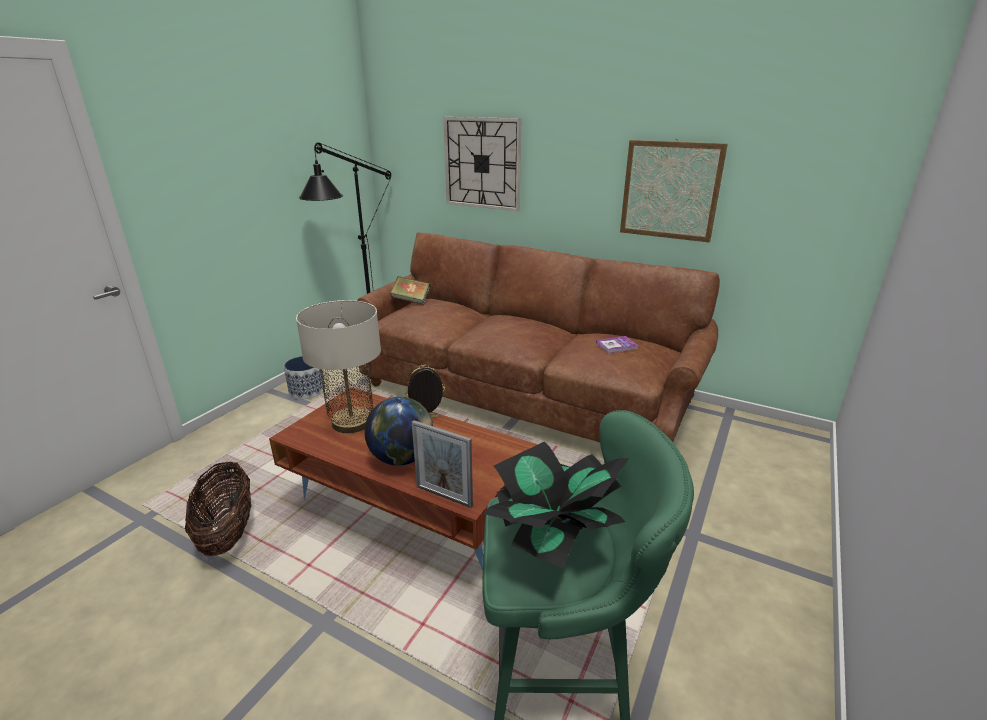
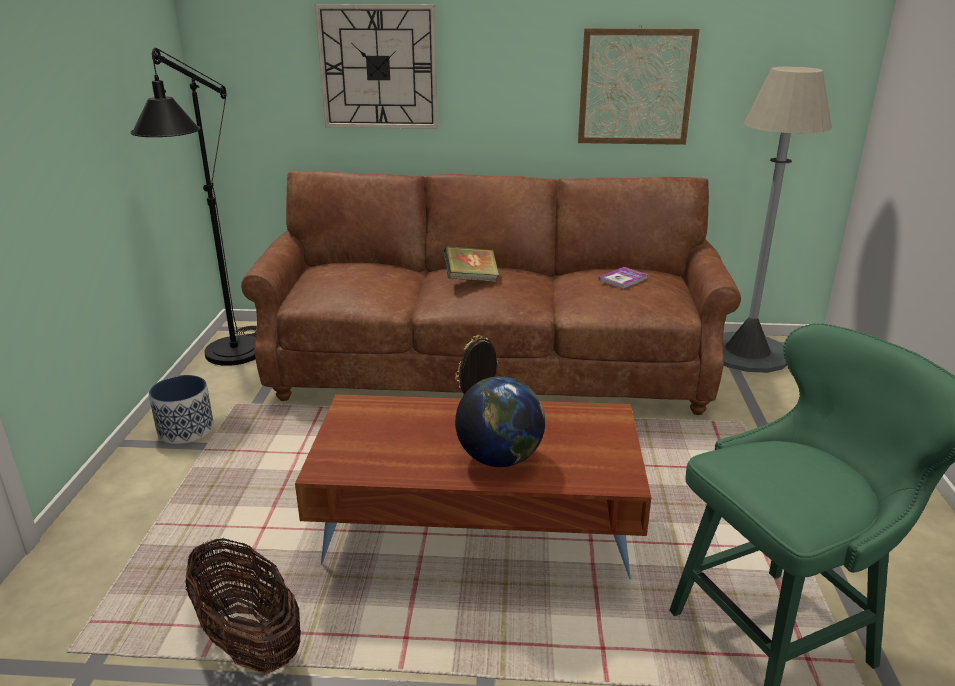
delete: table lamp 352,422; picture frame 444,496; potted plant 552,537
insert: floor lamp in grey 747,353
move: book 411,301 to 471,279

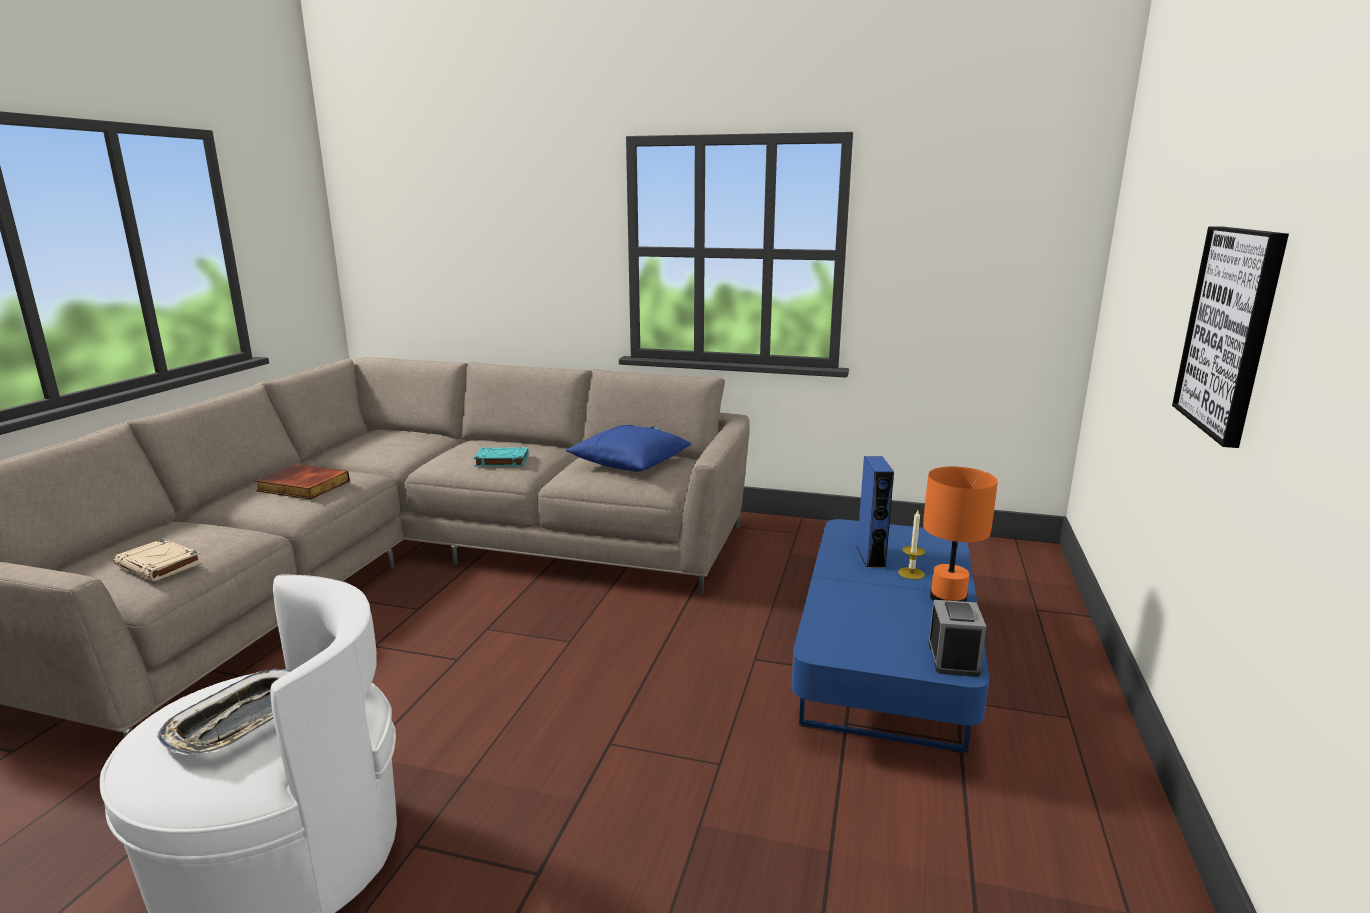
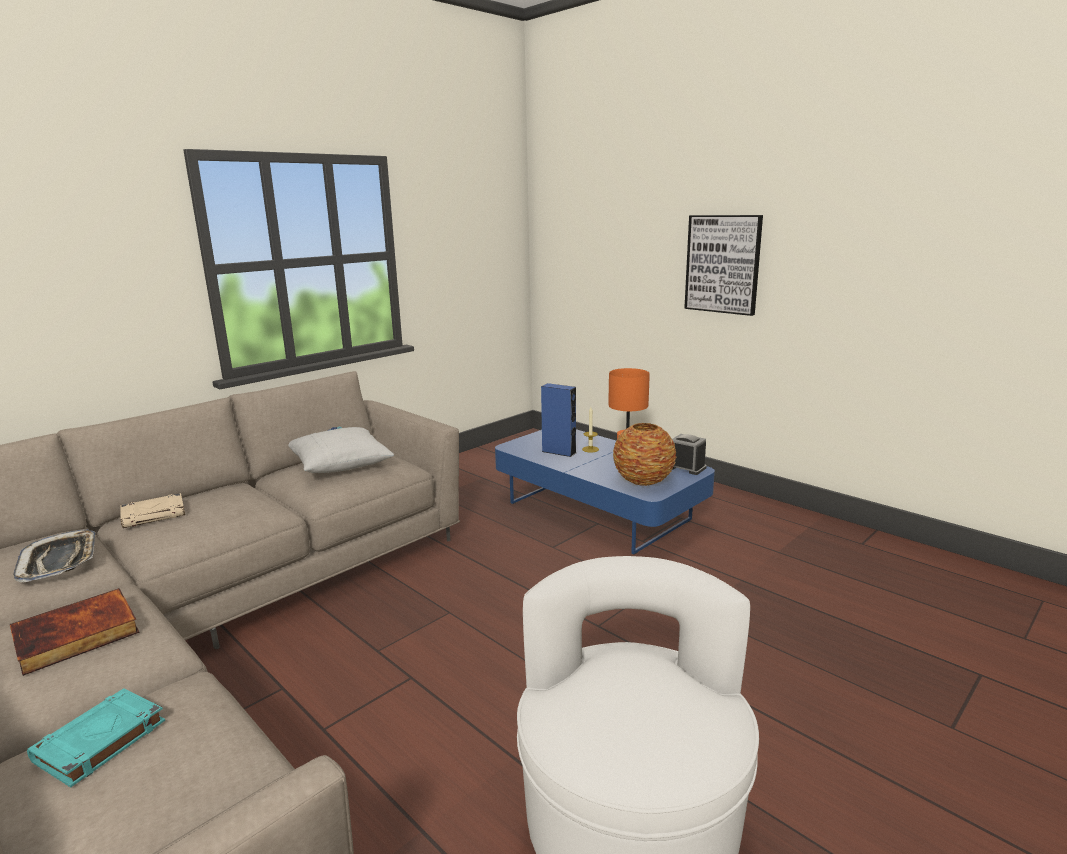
insert: vase 644,481
move: book in beige 160,565 to 154,515; tray 243,721 to 60,561; book in turquoise 501,461 to 99,742
recolor: pillow in blue 630,464 to pillow in grey 341,465

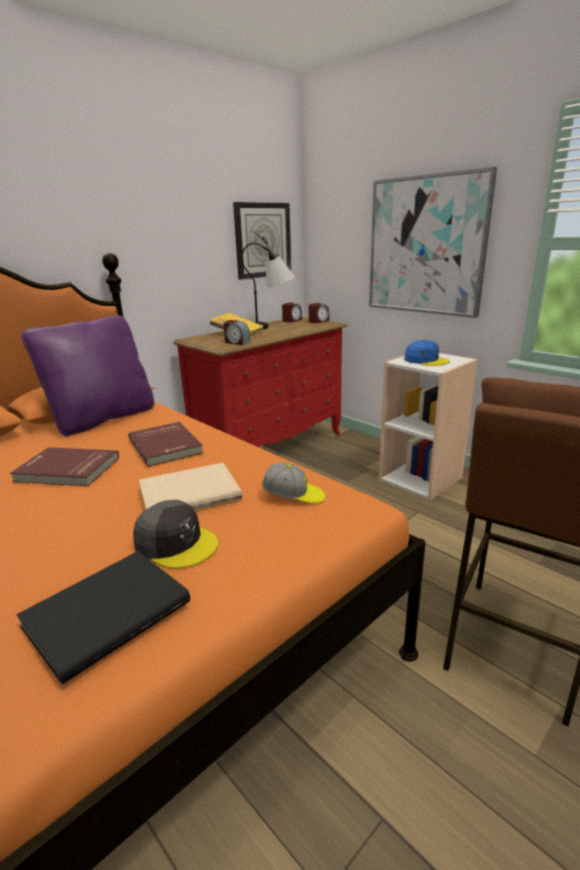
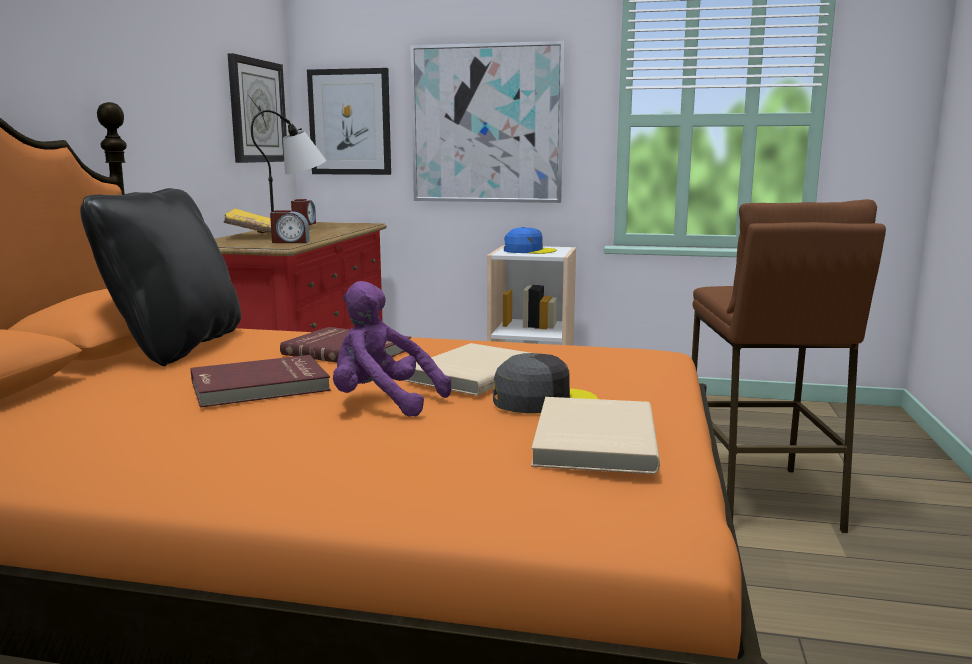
delete: cap 294,496; alarm clock 318,321
insert: picture 350,122; plush toy in purple 383,402
recolor: book in black 106,613 to book in beige 592,440; pillow in purple 103,418 to pillow in black 176,347

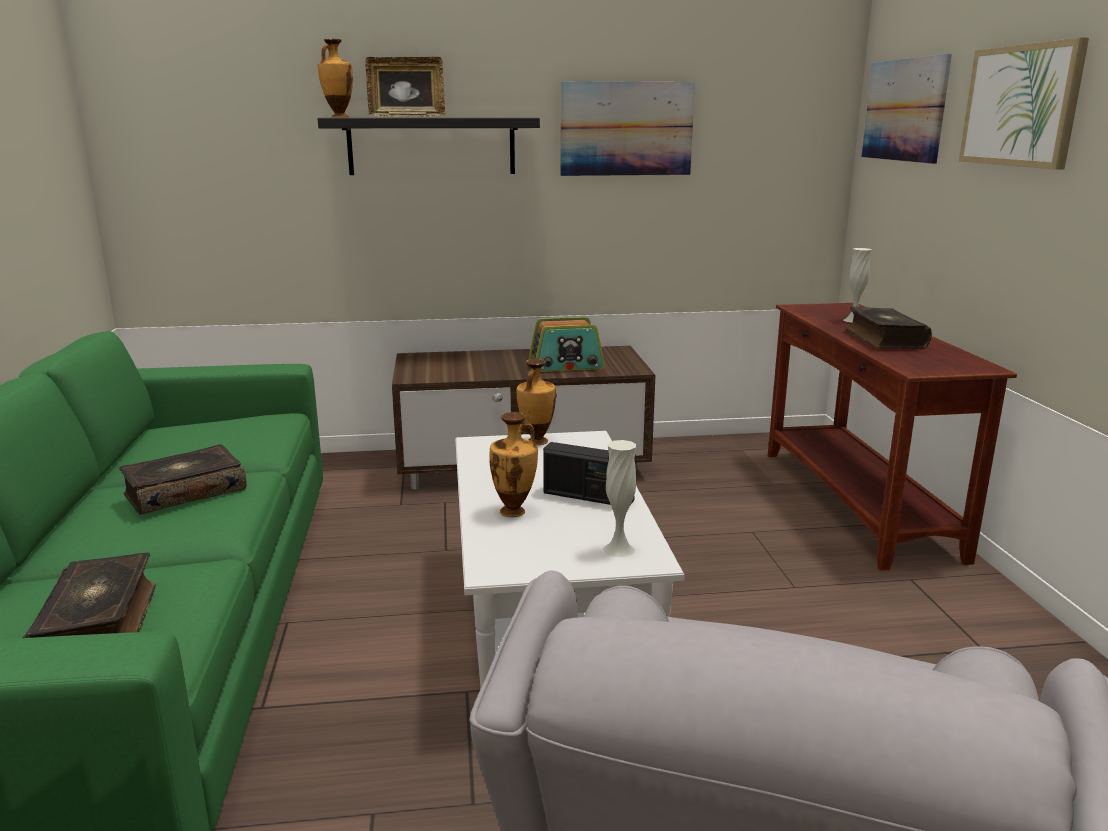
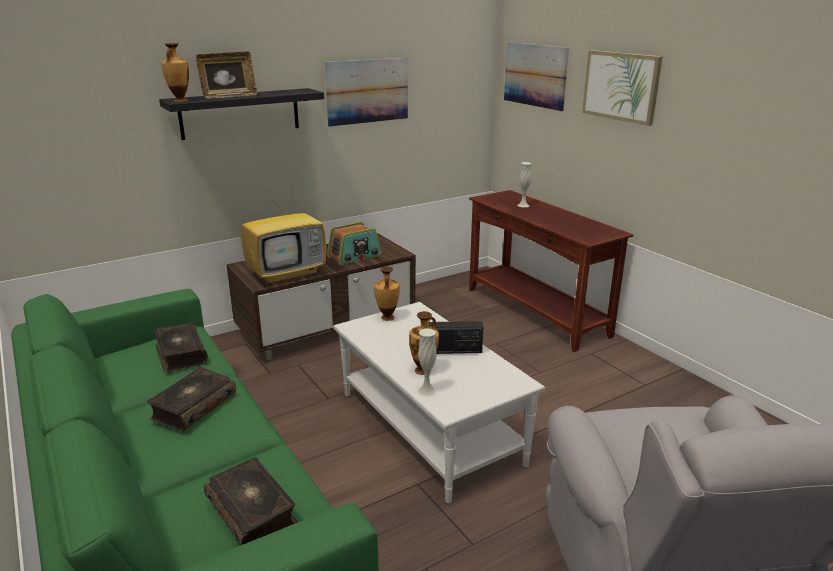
insert: television 288,274
move: vase in white 619,549 to 426,391; book 884,339 to 180,355

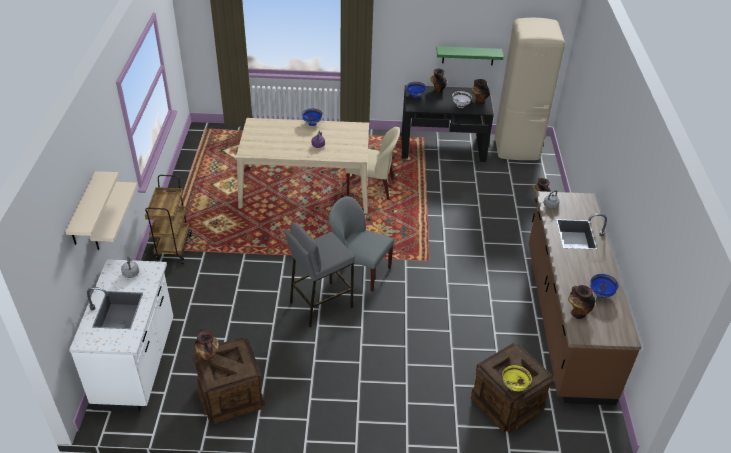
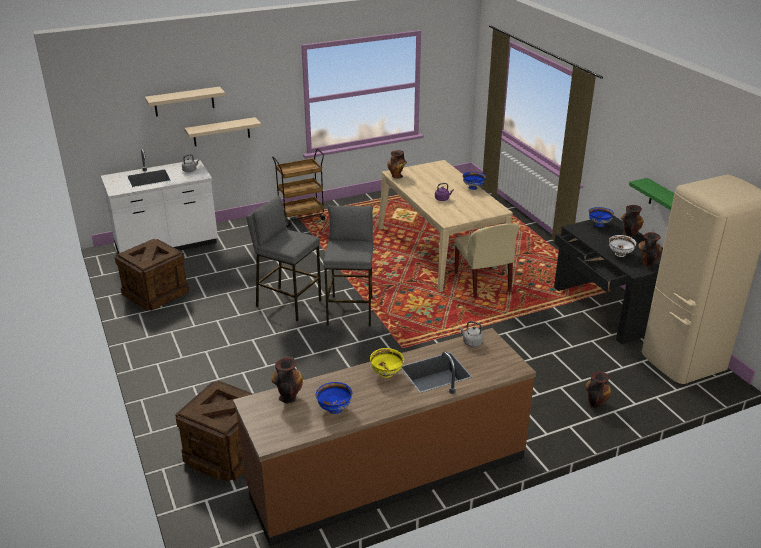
move: vase 208,357 to 397,176; bowl in yellow 514,386 to 387,374
replace: chair in grey 359,270 to stool in grey 351,311

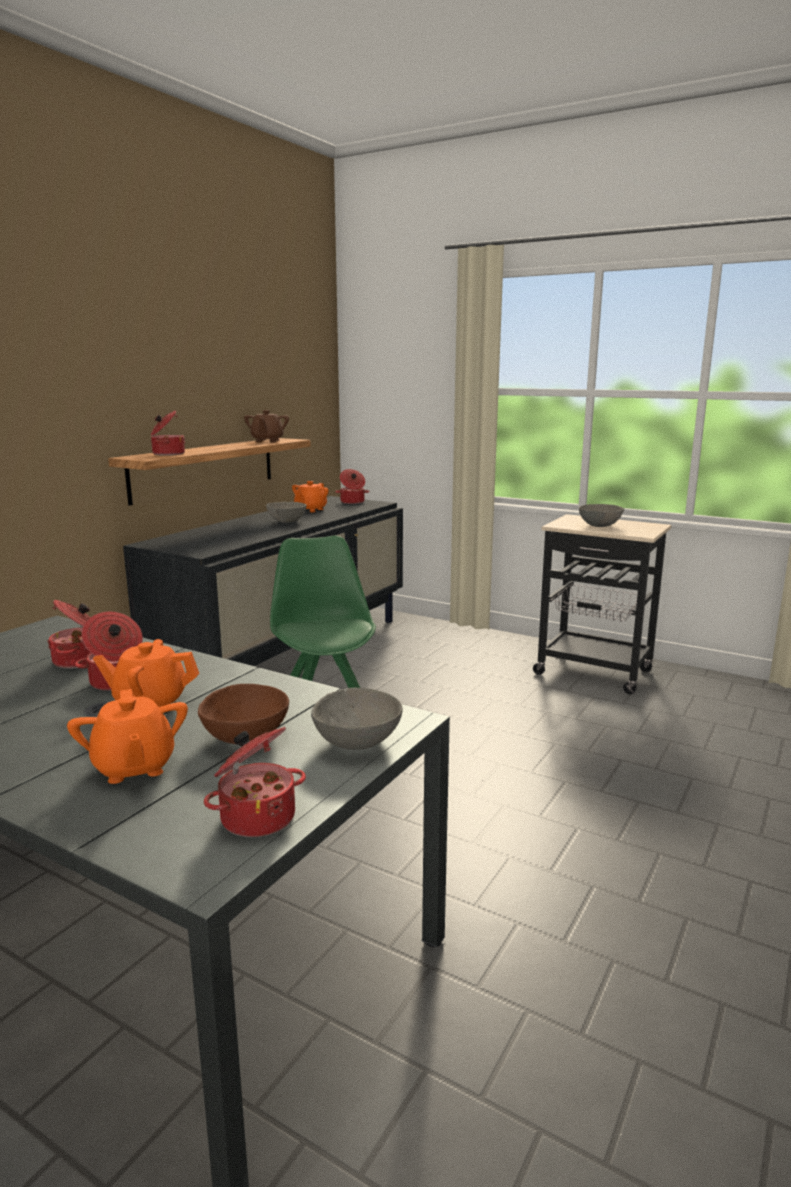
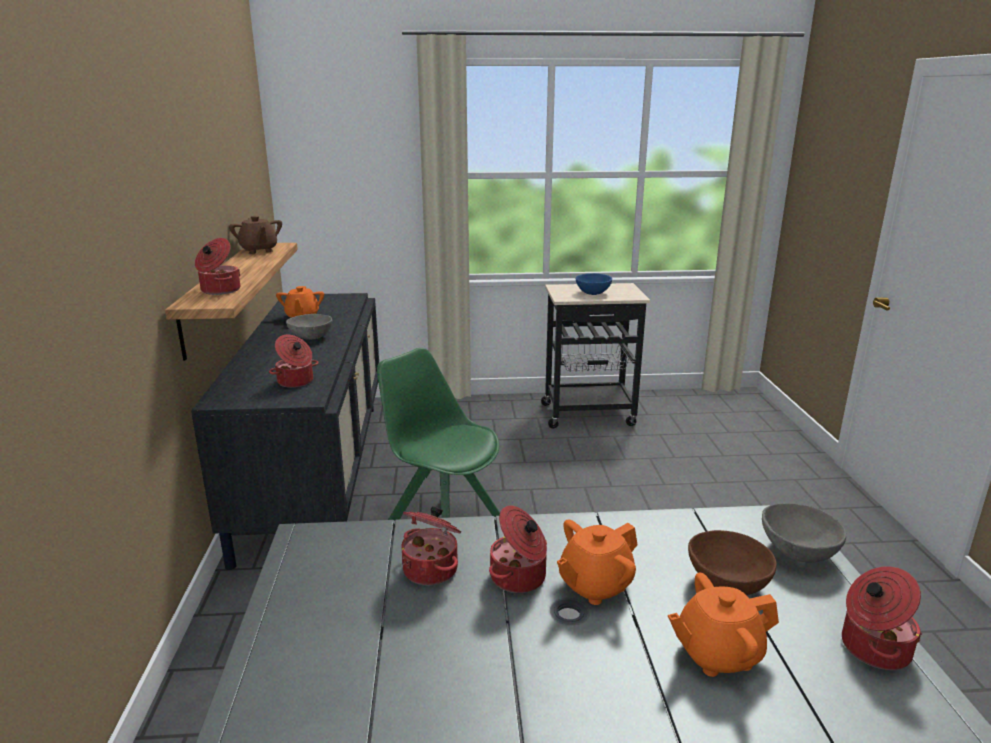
move: cooking pot 352,502 to 296,382
recolor: bowl in grey 600,526 to bowl in blue 593,293
rotate: teapot in orange 134,767 = 717,654 135 degrees clockwise

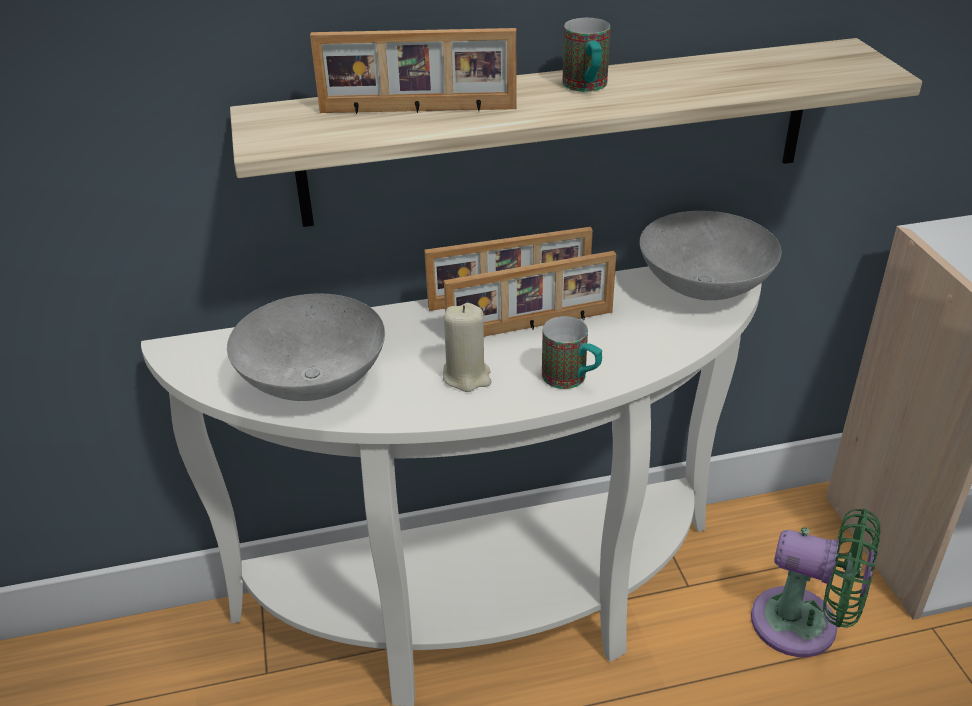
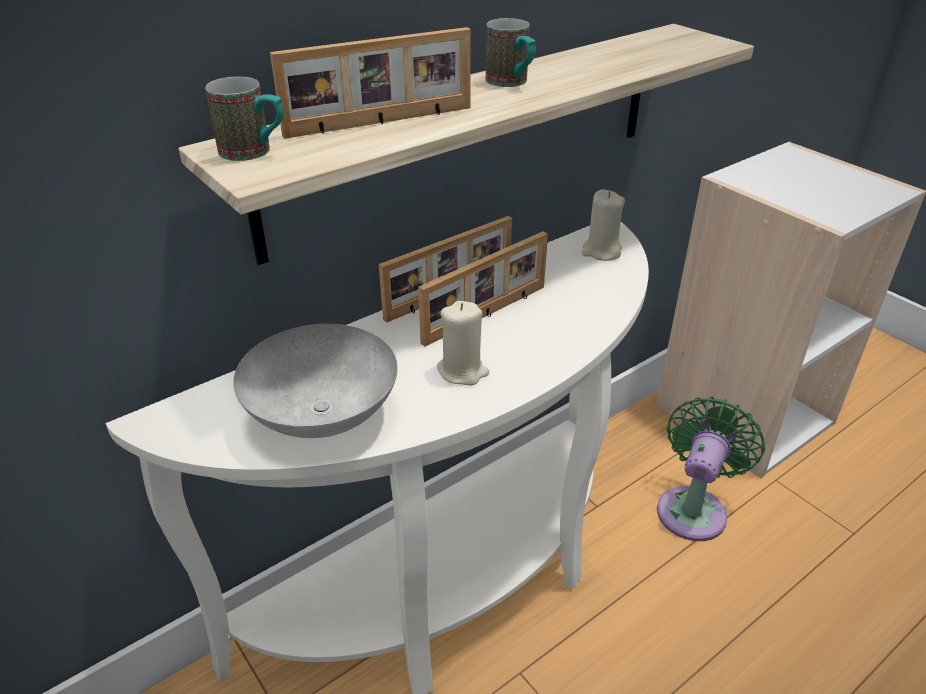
move: mug 572,379 to 255,152
replace: bowl in grey 706,288 to candle in beige 601,252
rotate: fan in green 804,625 = 694,508 60 degrees counterclockwise

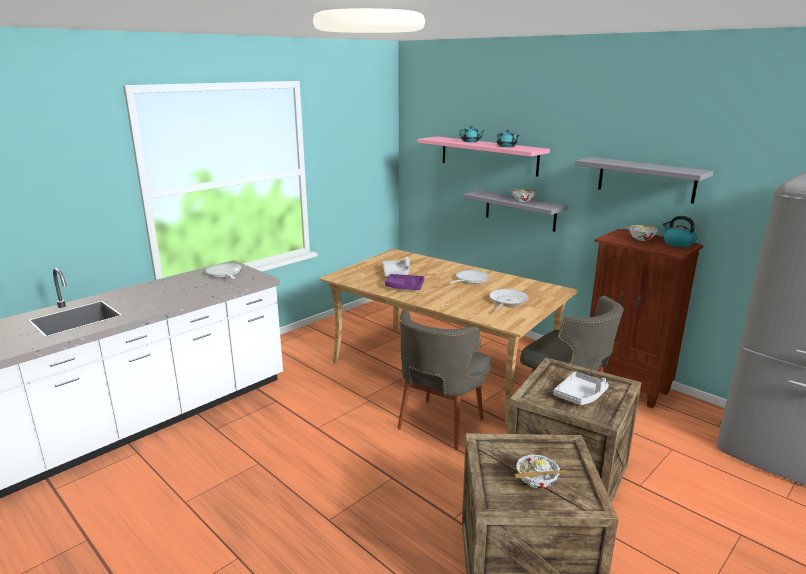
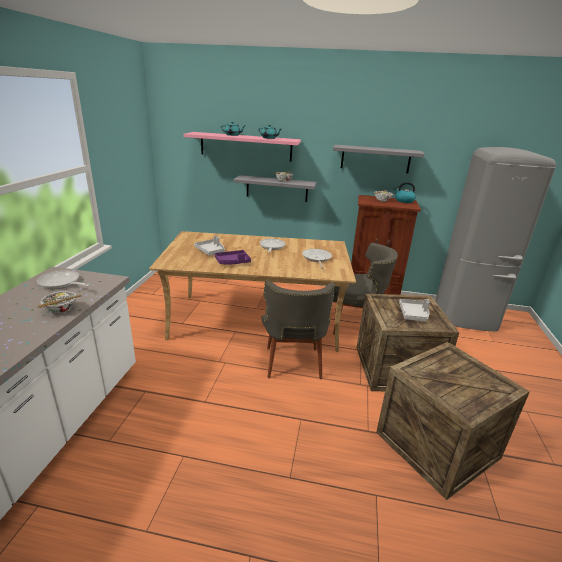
move: bowl 536,482 to 61,310

